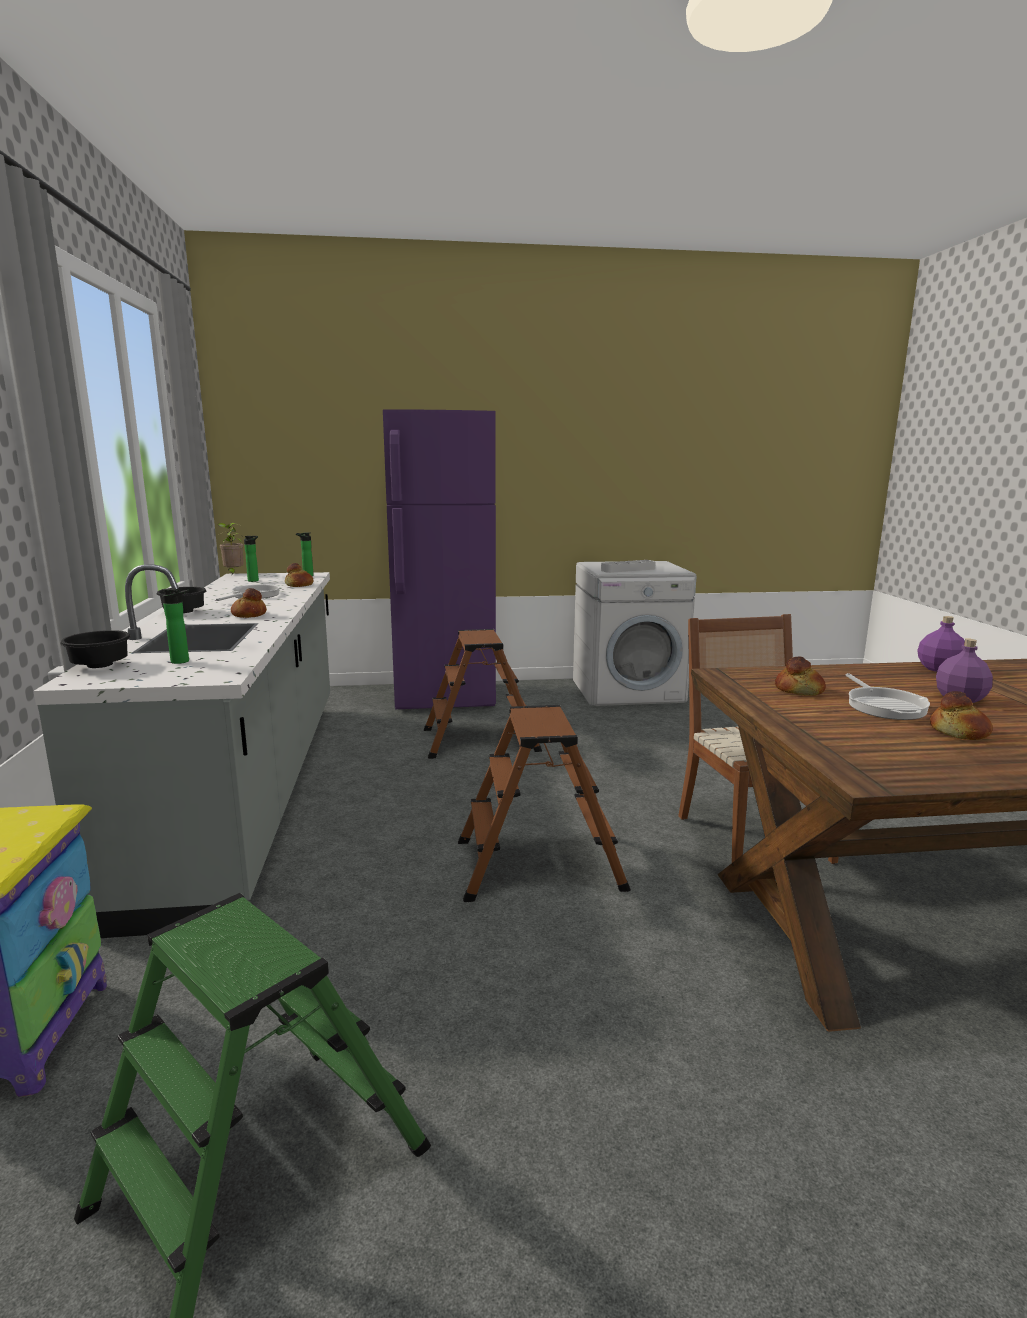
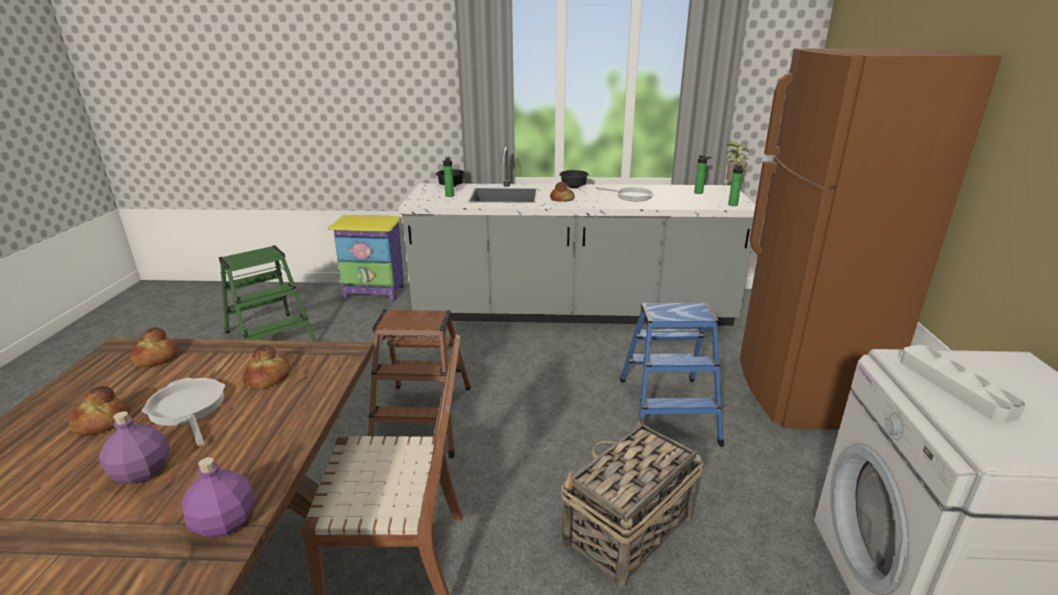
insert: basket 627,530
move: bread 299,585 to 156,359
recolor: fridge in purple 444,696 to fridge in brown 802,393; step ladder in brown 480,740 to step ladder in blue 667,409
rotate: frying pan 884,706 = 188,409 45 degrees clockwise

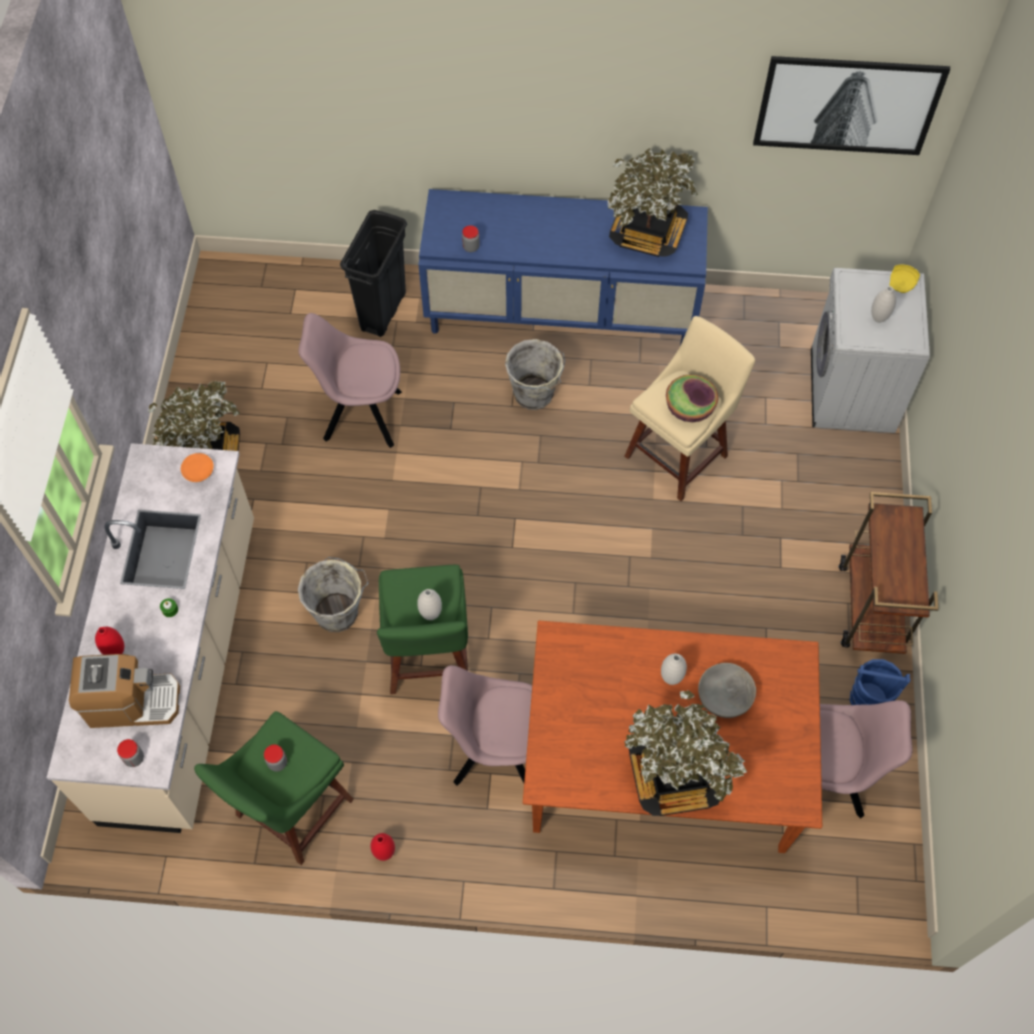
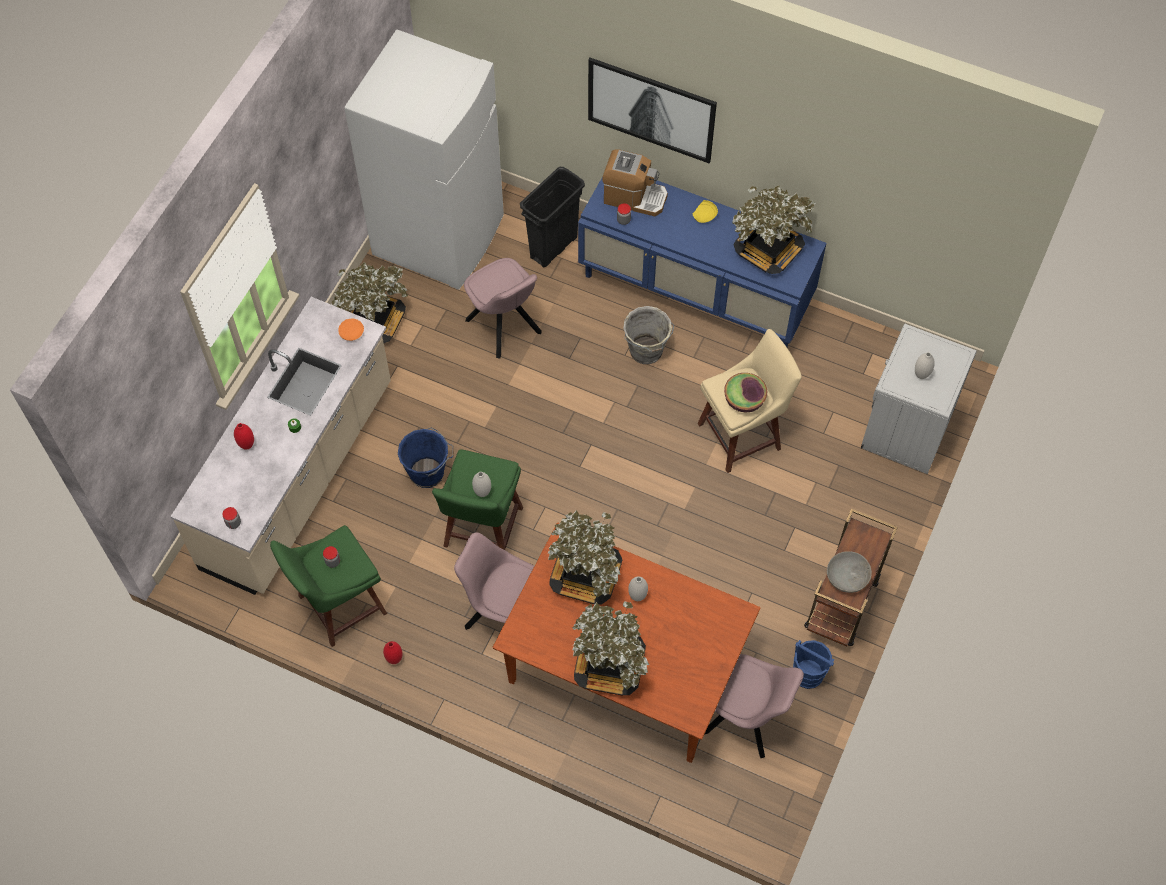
insert: fridge in white 439,235; potted plant 586,575
move: coffee machine 132,702 to 634,197; bowl in grey 724,696 to 847,576; picture 847,105 to 651,109; plate in yellow 902,283 to 705,215
recolor: bucket in grey 338,612 to bucket in blue 428,473
rotate: chair in pink 362,416 = 504,326 150 degrees counterclockwise

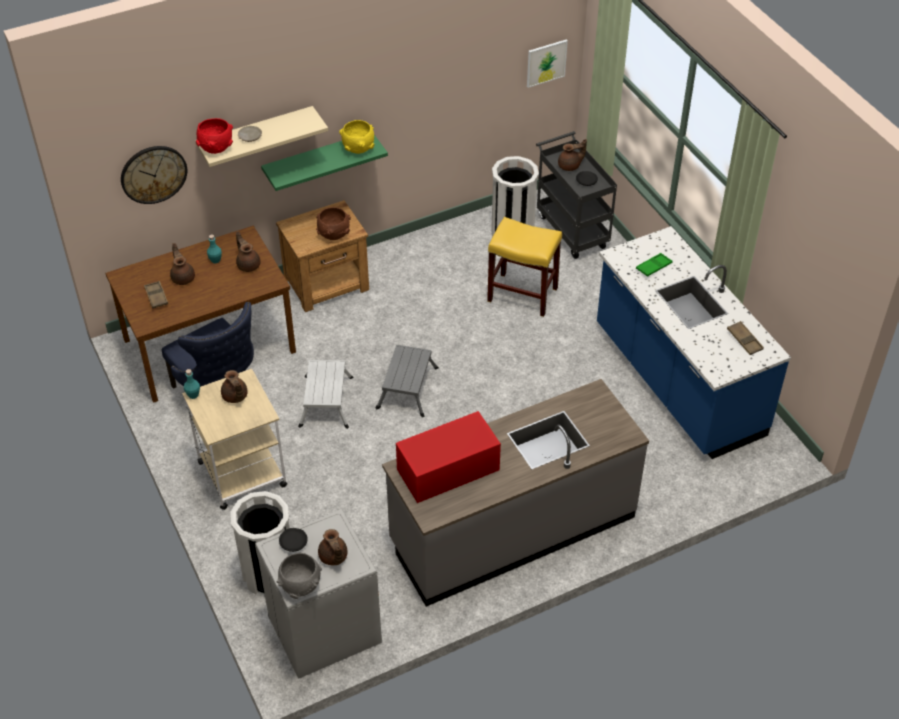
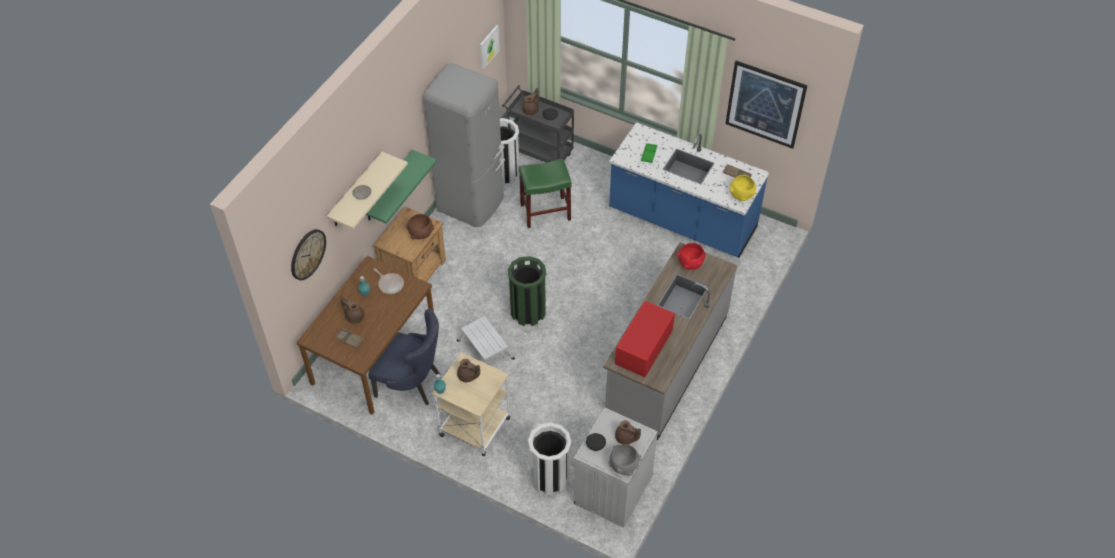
insert: fridge in grey 472,203; picture 765,104
move: bowl in red 216,148 to 690,264; bowl in yellow 358,148 to 741,195
replace: teapot in brown 248,264 to frying pan 390,284; step ladder in grey 407,387 to trash can in green 528,312
recolor: stool in yellow 523,294 to stool in green 545,211

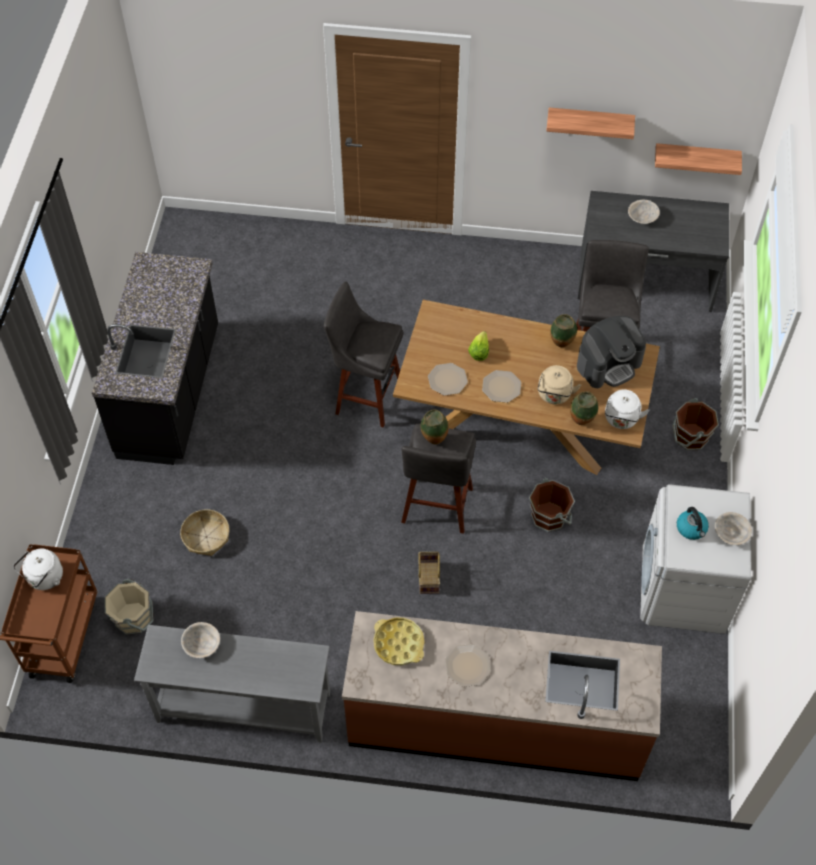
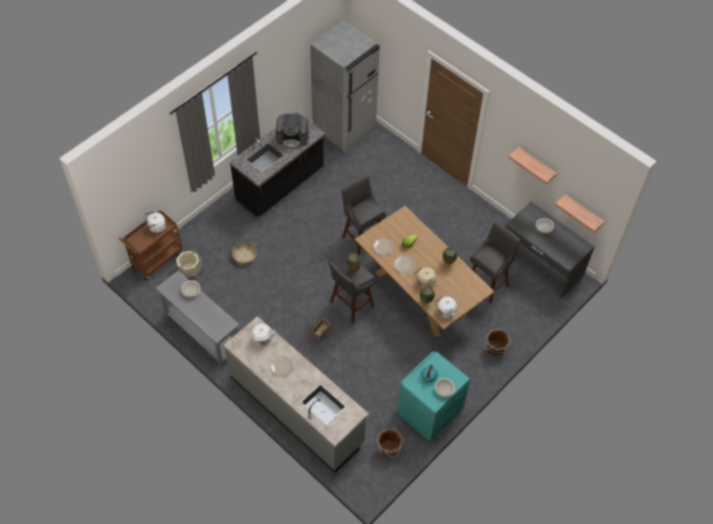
insert: fridge in grey 344,128
move: bucket in brown 549,516 to 389,448; coffee machine 608,364 to 292,138
replace: tray in yellow 398,644 to kettle in white 262,340
recolor: counter in brown 495,723 to counter in grey 297,409; washing machine in white 682,588 to washing machine in turquoise 428,410

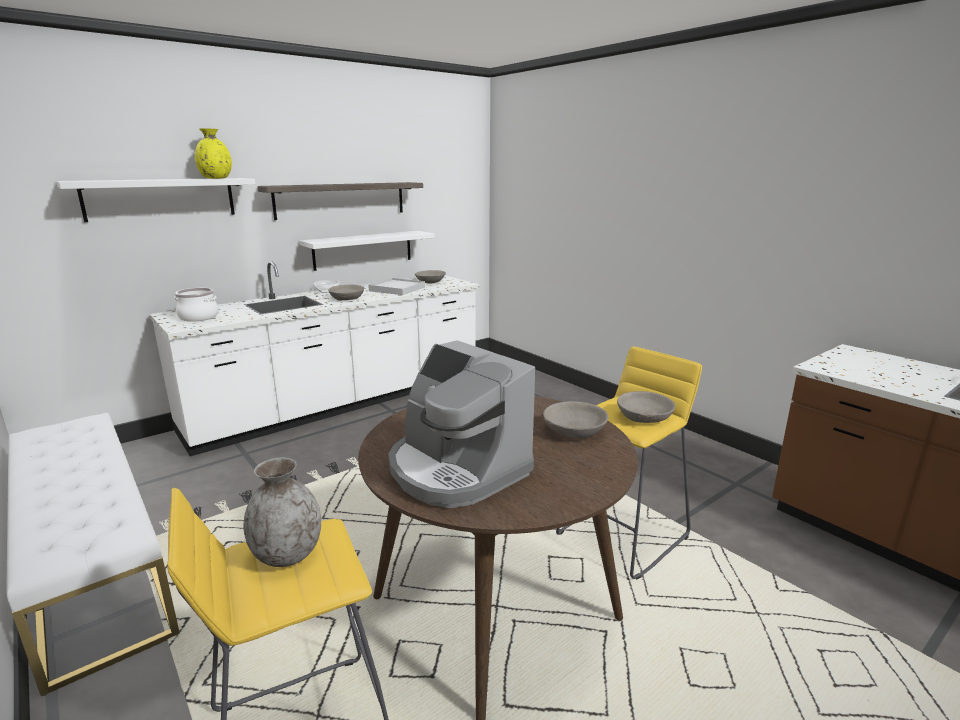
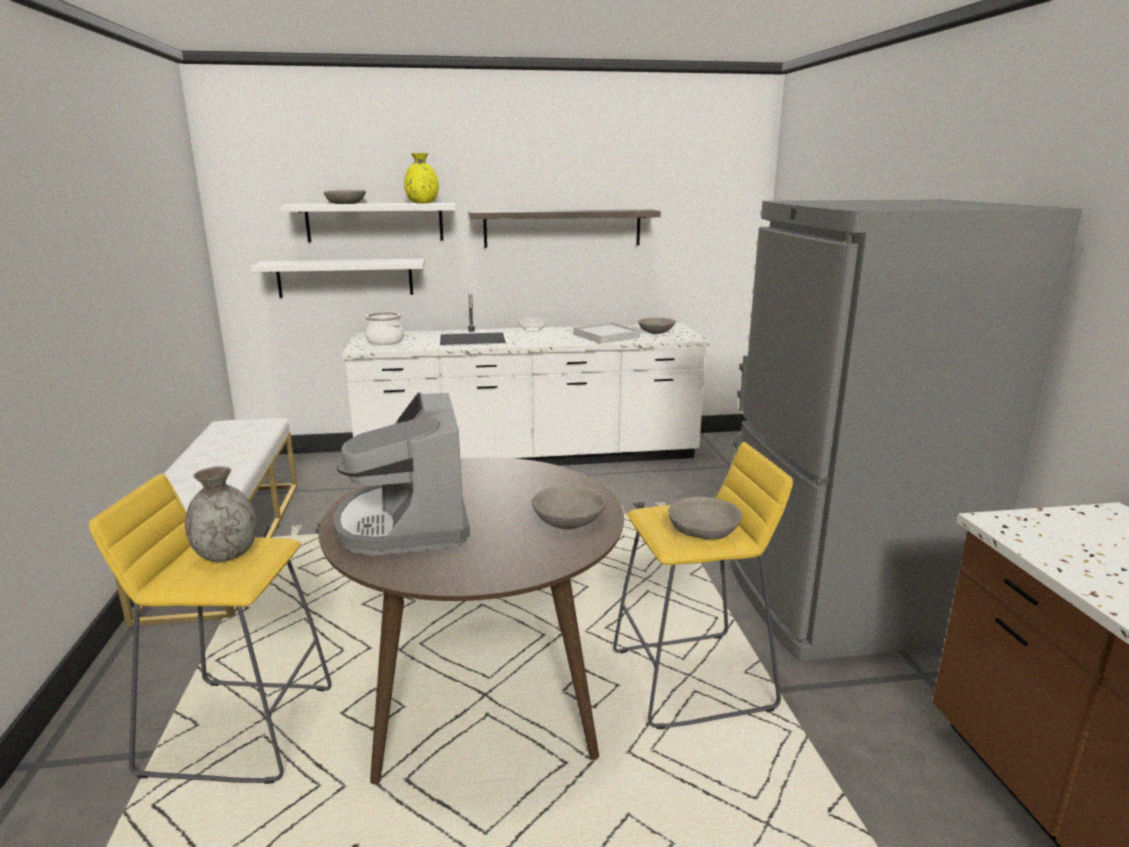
insert: fridge in grey 841,600
move: shelf in white 363,250 to 345,278; bowl in grey 347,298 to 346,203

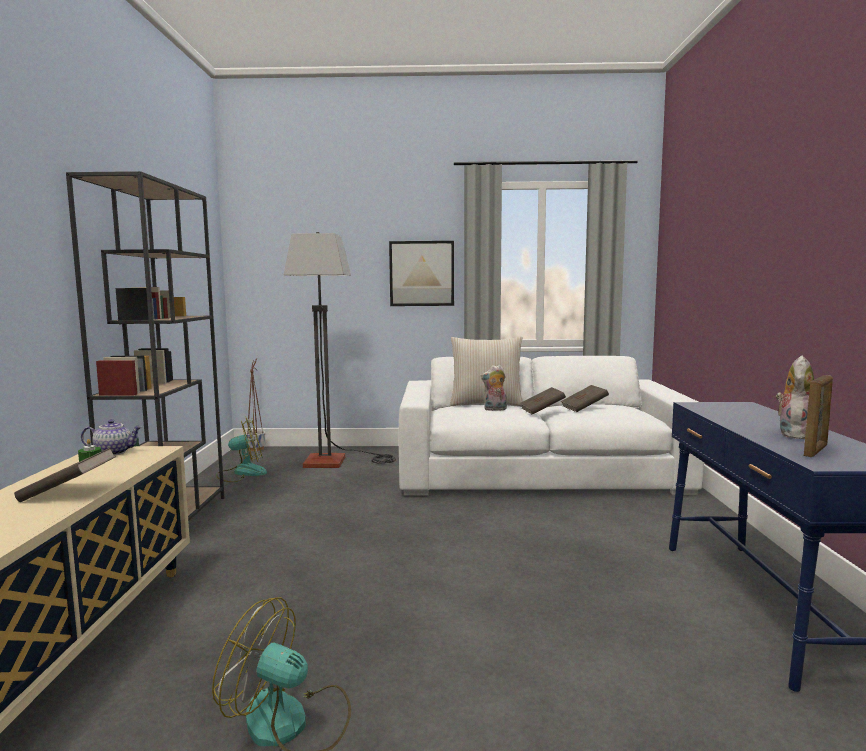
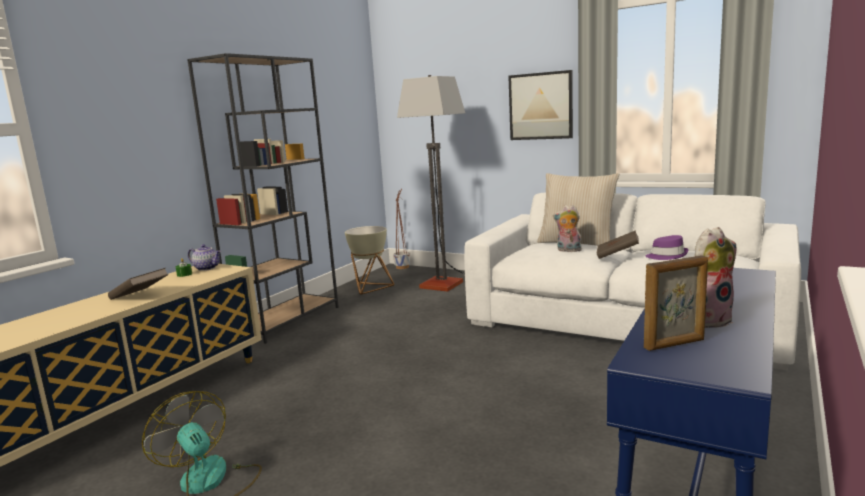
replace: fan 242,473 to planter 371,287; book in brown 584,408 to hat in purple 667,256

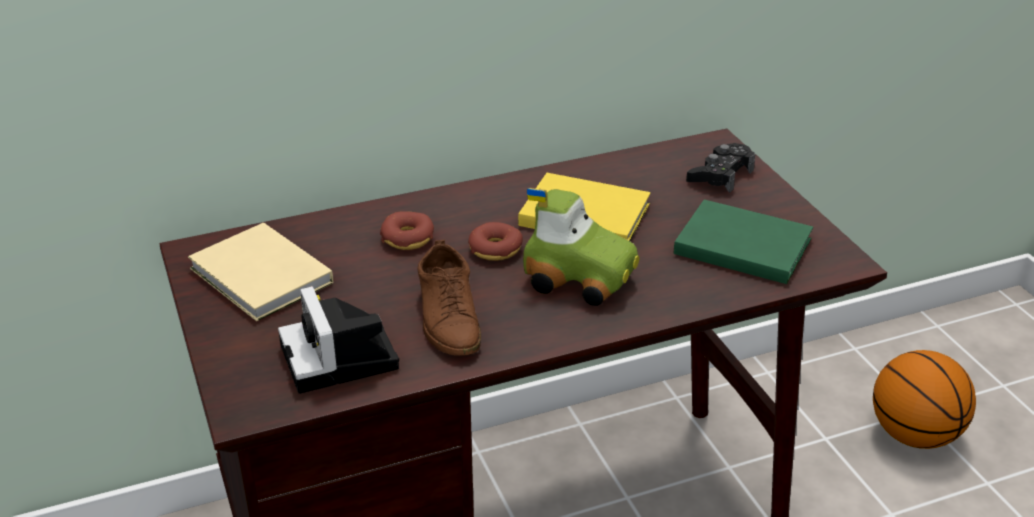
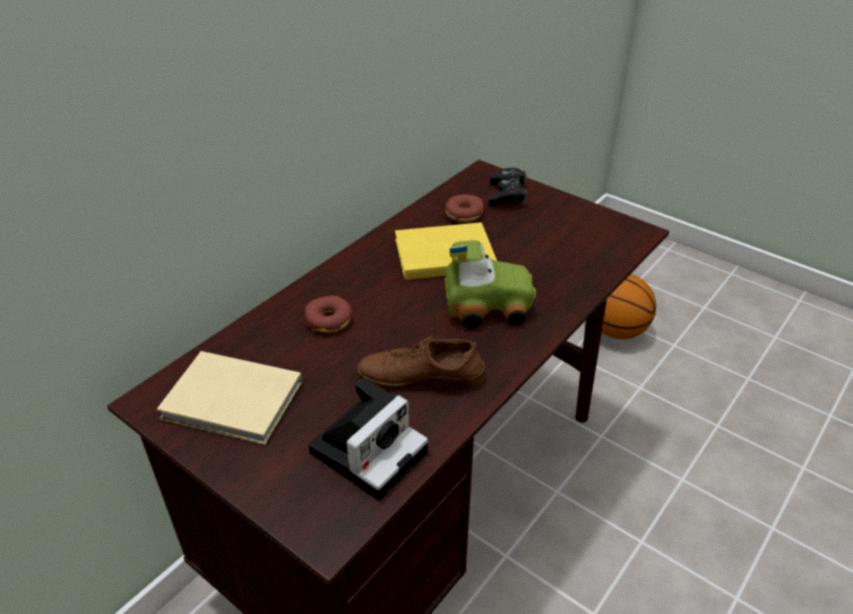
delete: book in green 740,244
move: donut 495,249 to 464,214
rotate: photo camera 342,359 = 370,449 90 degrees counterclockwise; shoe in brown 449,317 = 421,375 135 degrees clockwise

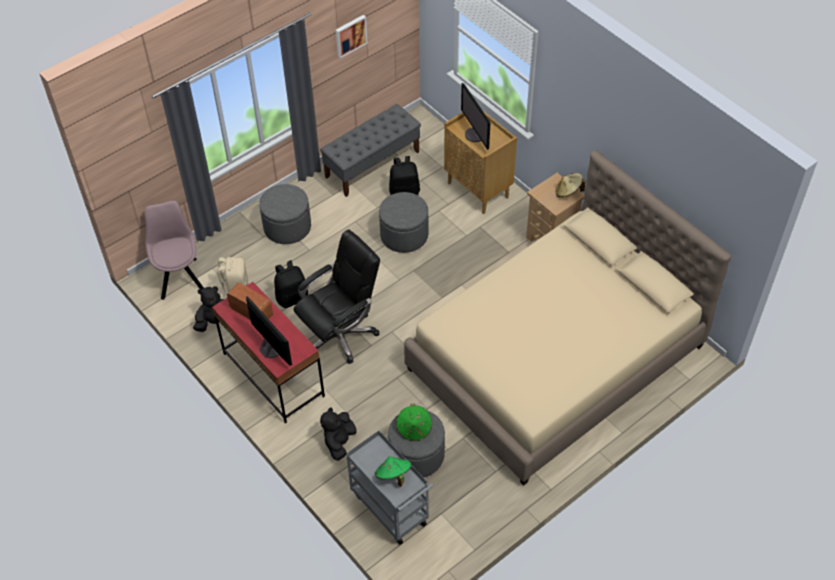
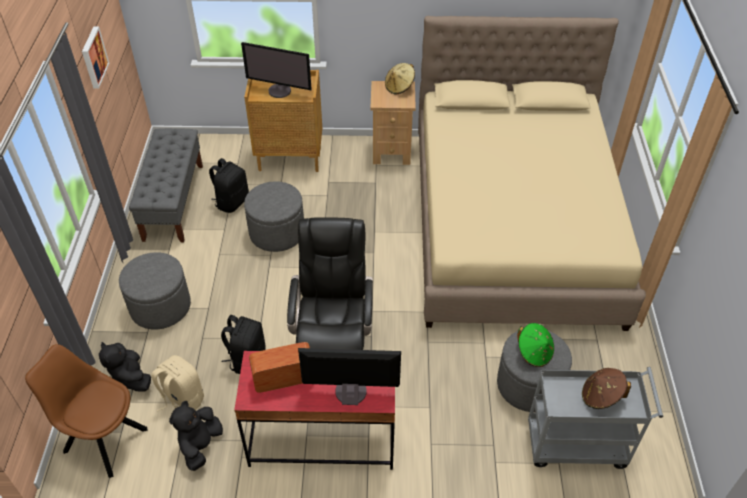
move: plush toy in black 339,442 to 130,377
recolor: chair in pink 179,278 to chair in brown 104,440; hat in green 393,475 to hat in brown 601,396

